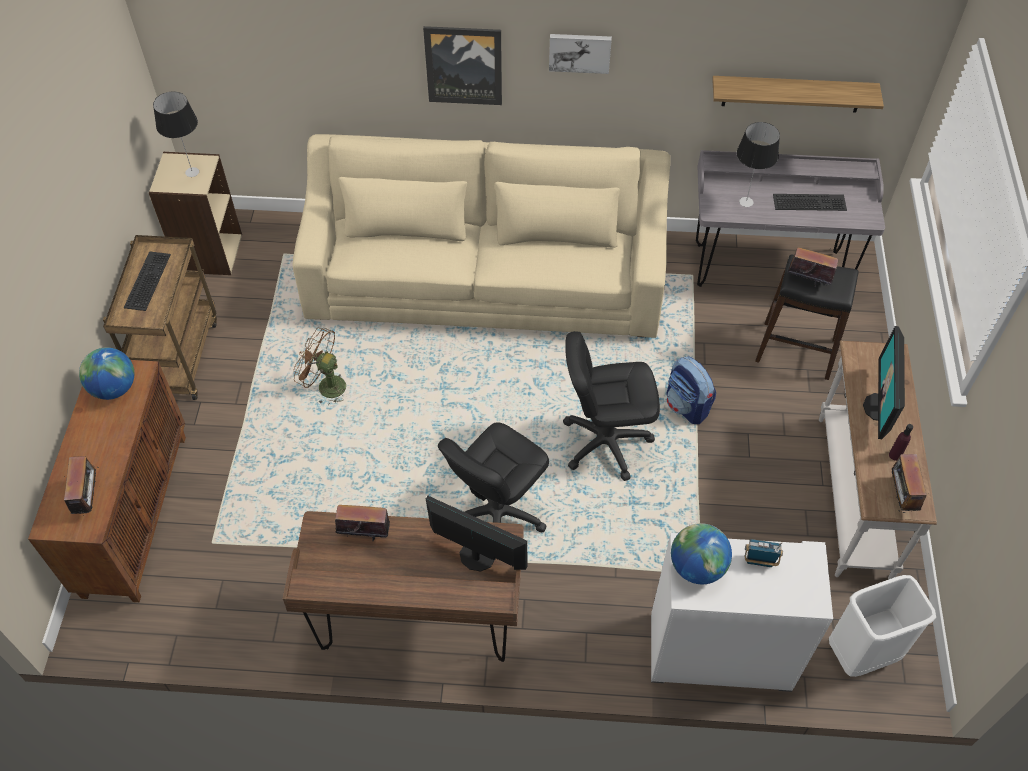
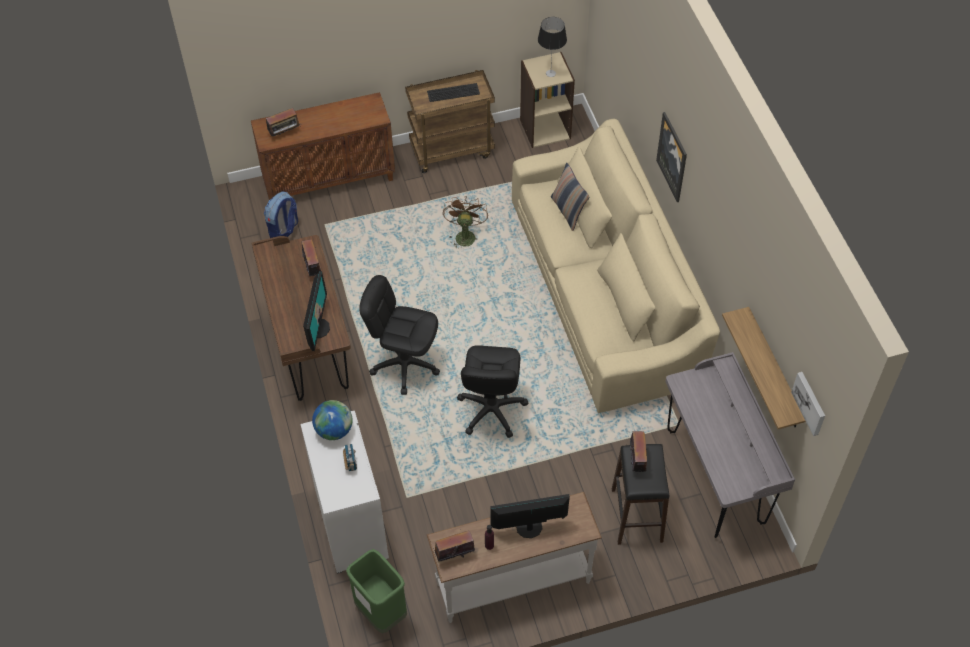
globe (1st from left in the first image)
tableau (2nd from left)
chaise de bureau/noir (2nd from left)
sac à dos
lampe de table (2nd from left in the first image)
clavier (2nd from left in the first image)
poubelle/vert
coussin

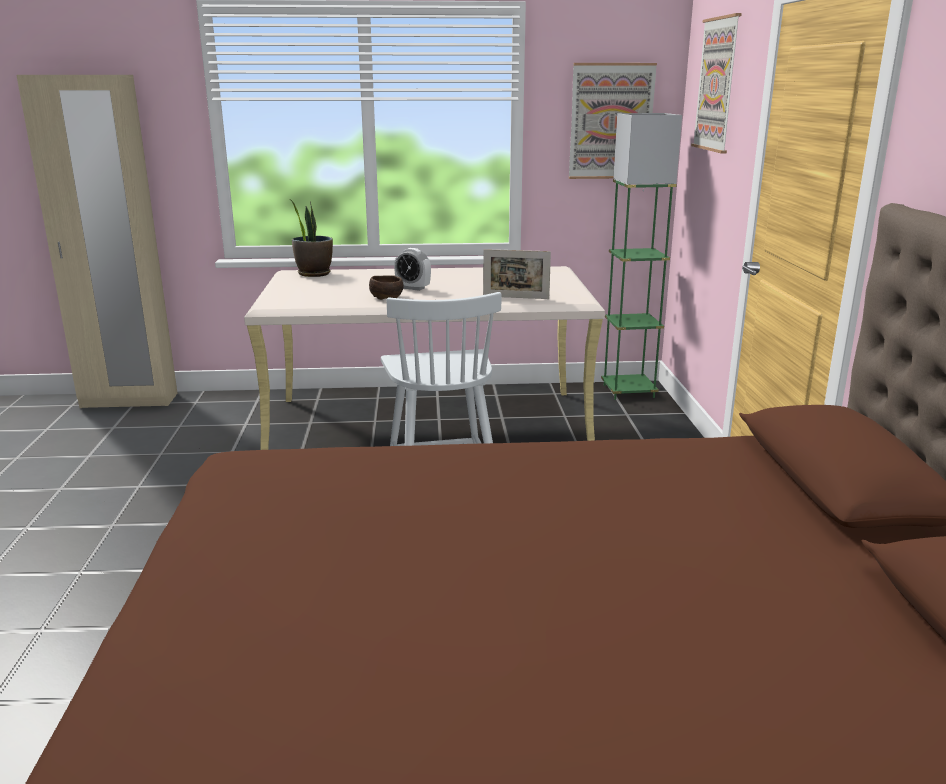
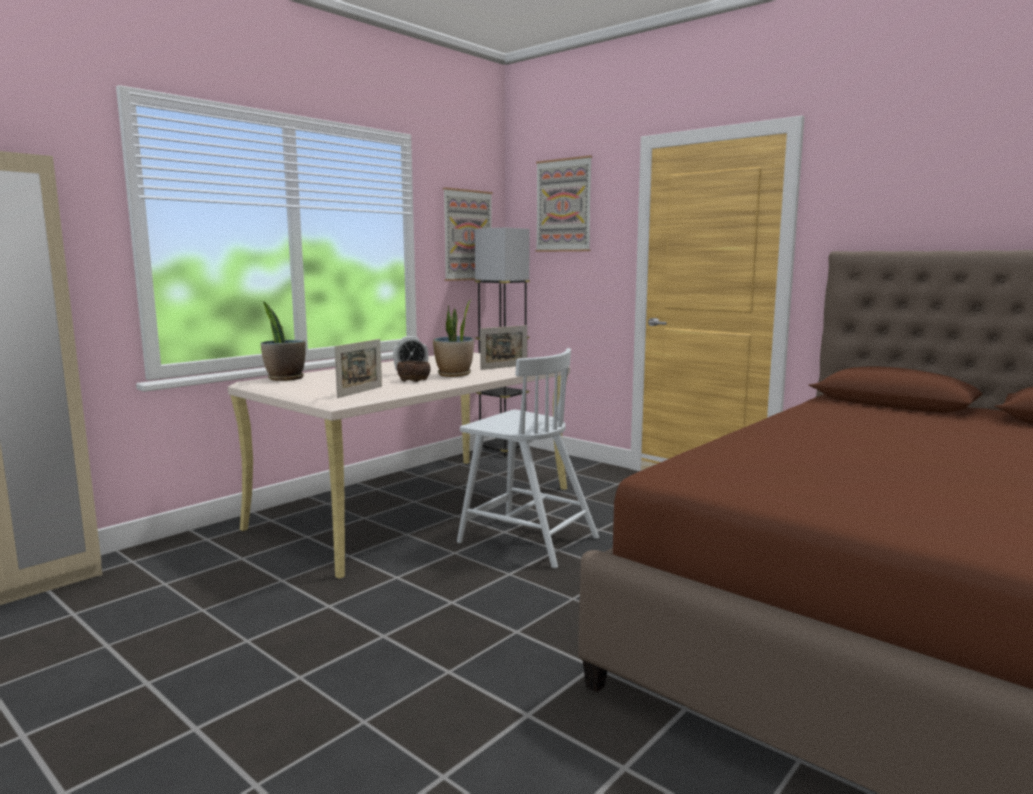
lampadaire/gris
cadre photo (1st from left)
plante en pot (2nd from left)

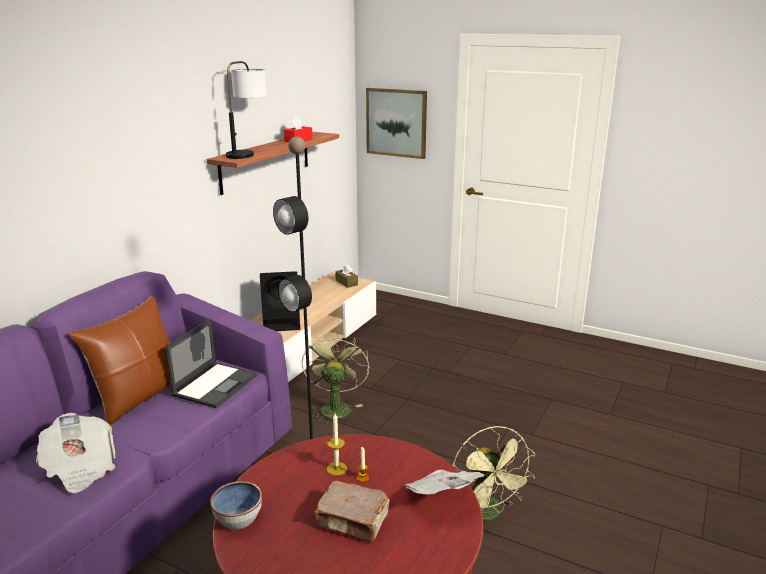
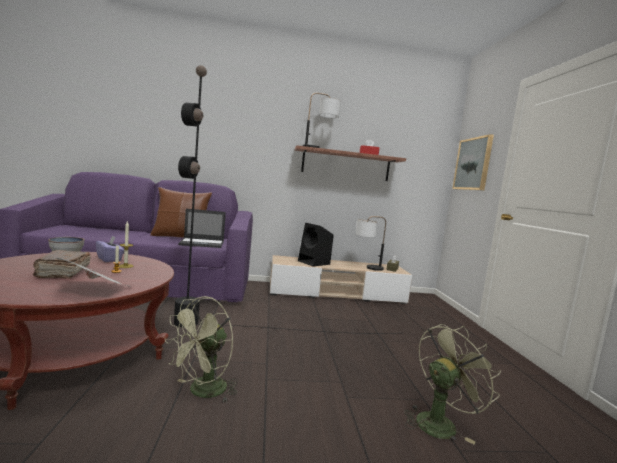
journal (1st from left in the first image)
ventilateur/vert (2nd from left)
boîte à mouchoirs/violet
lampe de table (2nd from left)

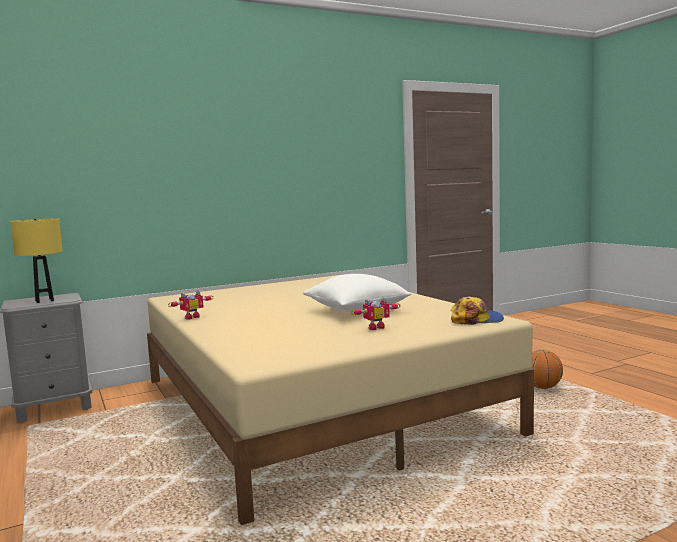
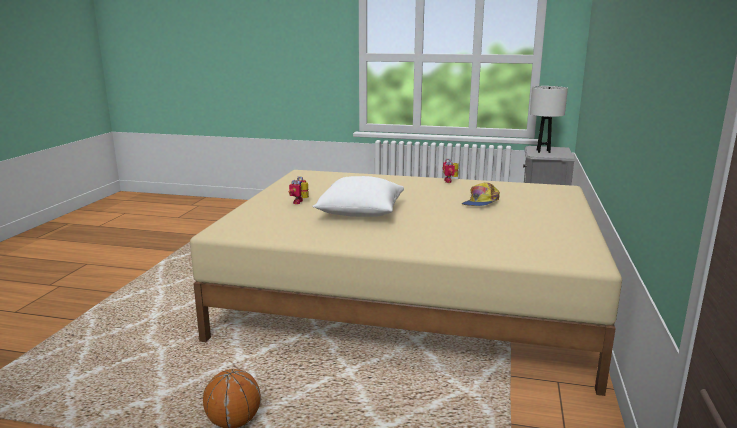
lampe de table/blanc
casquette

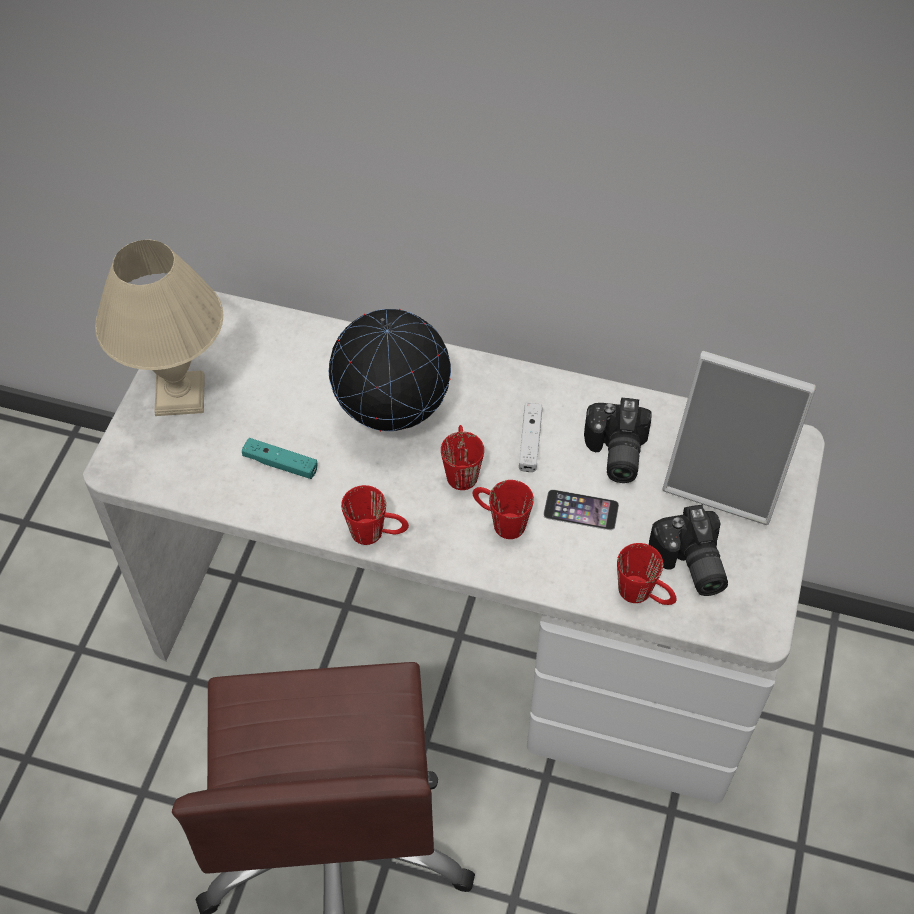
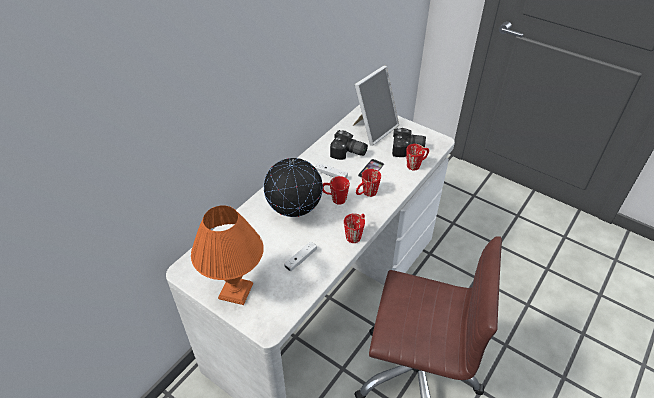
lampe de table/orange
manette/blanc (1st from left)

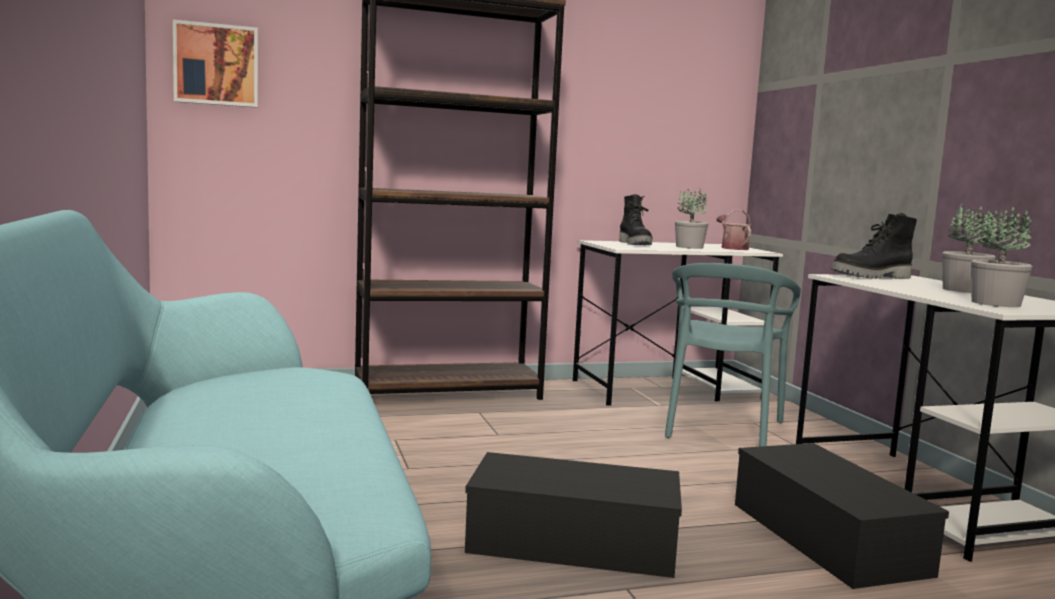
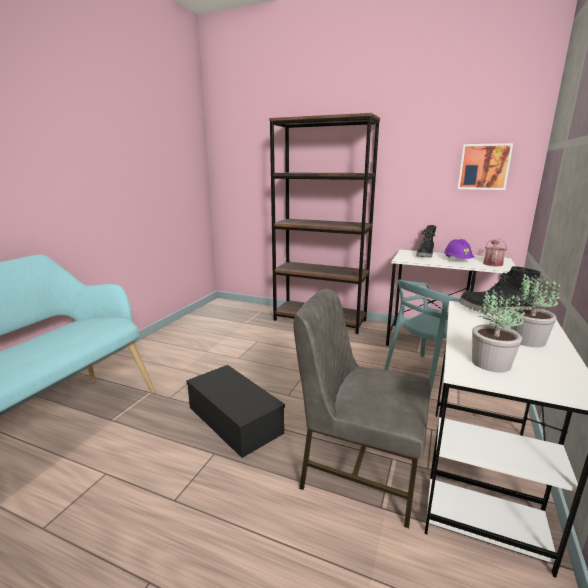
tableau
casque de chantier/violet
chaise/gris

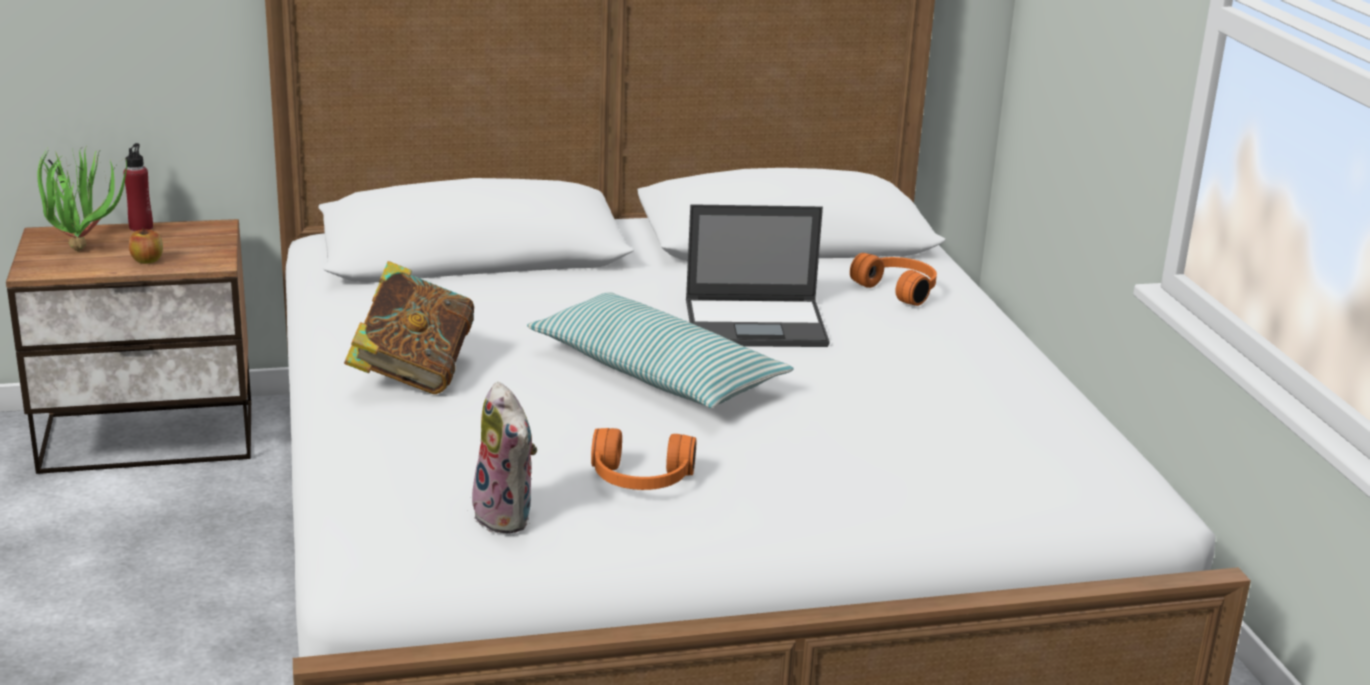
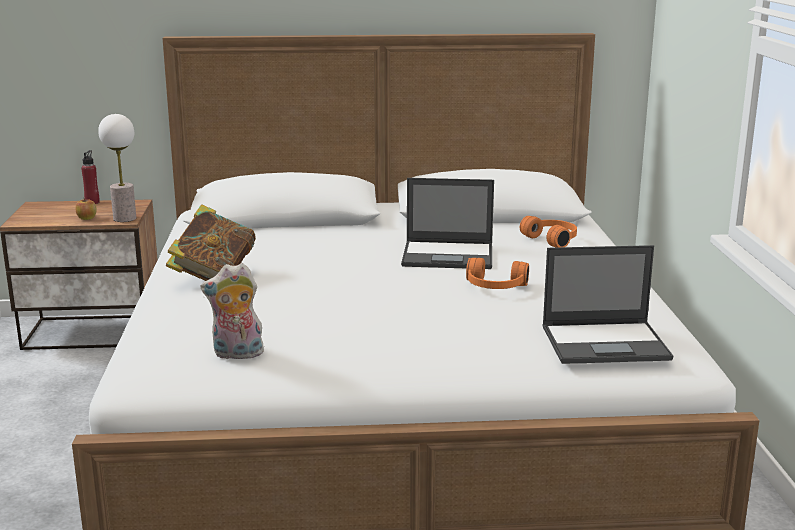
plante en pot
peluche
coussin
casque audio/orange (1st from left)
lampe de table
ordinateur portable (2nd from left)

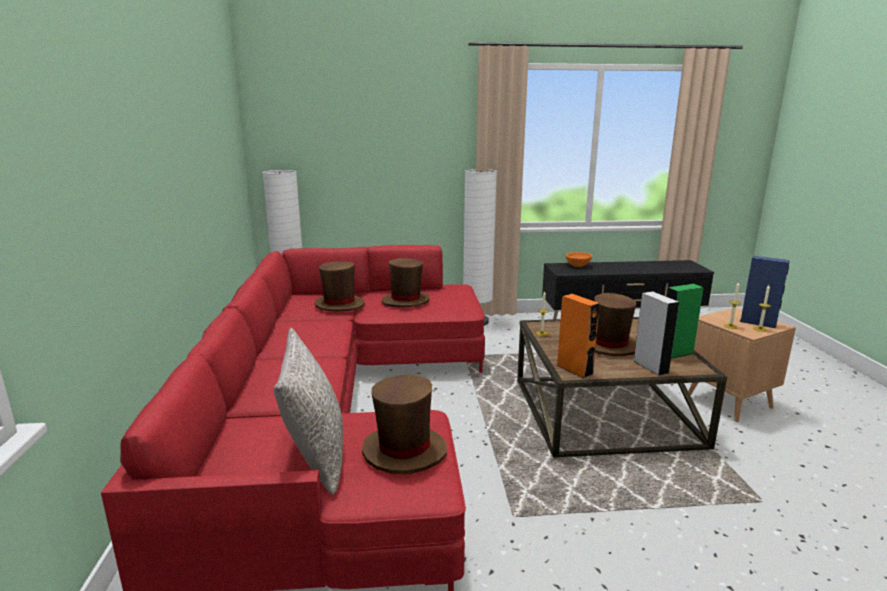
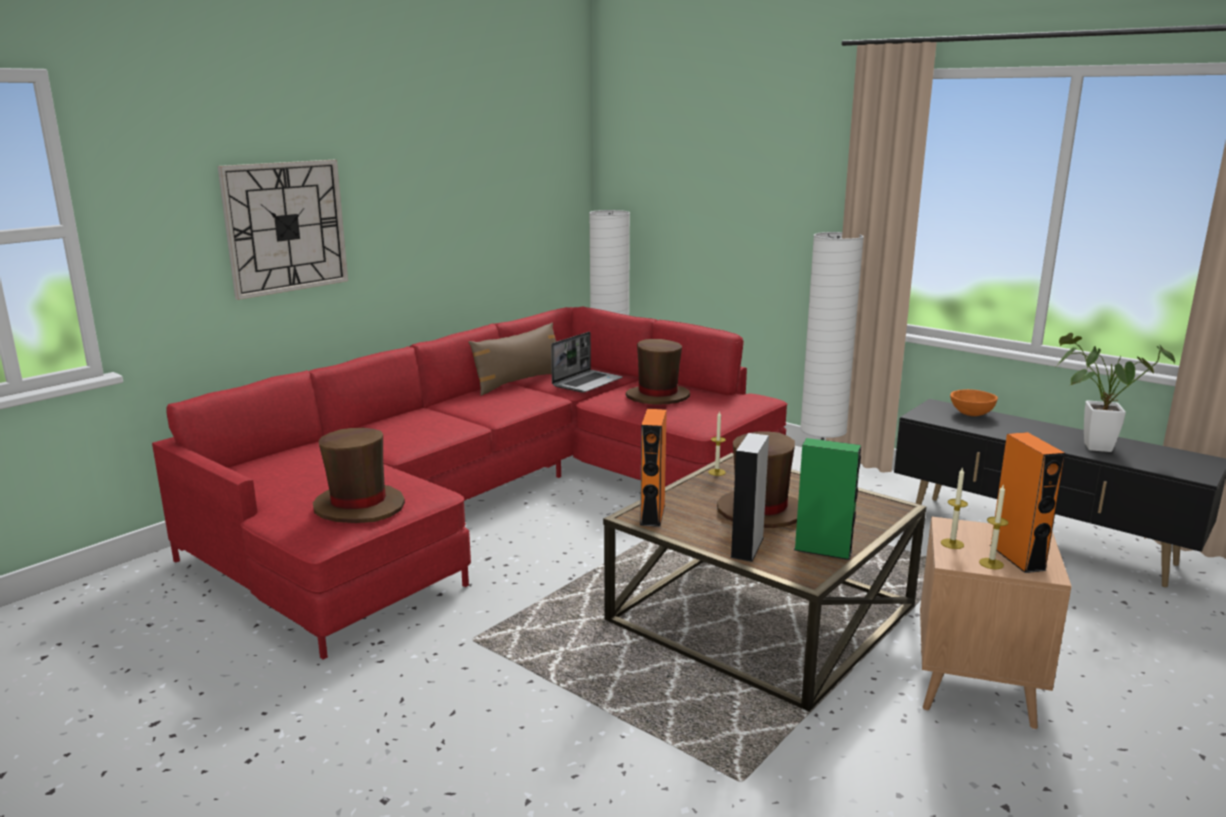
coussin/gris
ordinateur portable
enceinte/orange (2nd from left)
horloge murale
coussin/marron
plante en pot

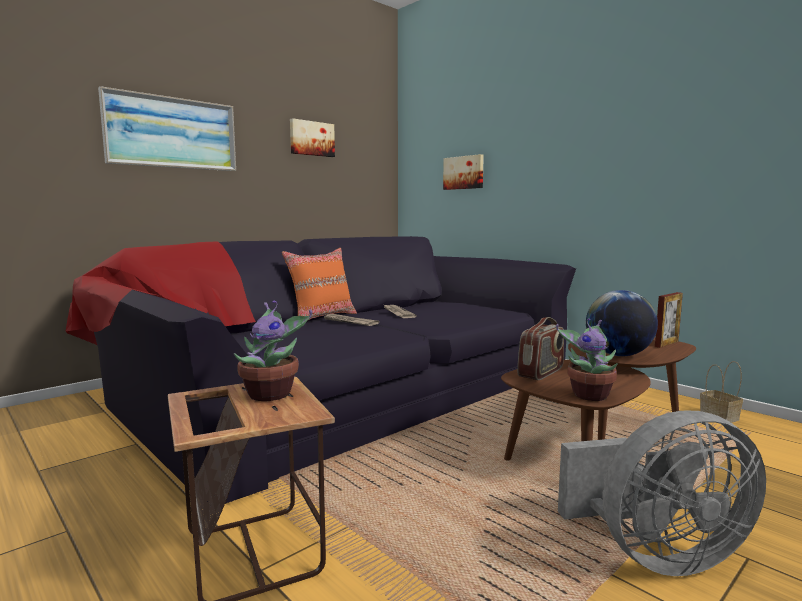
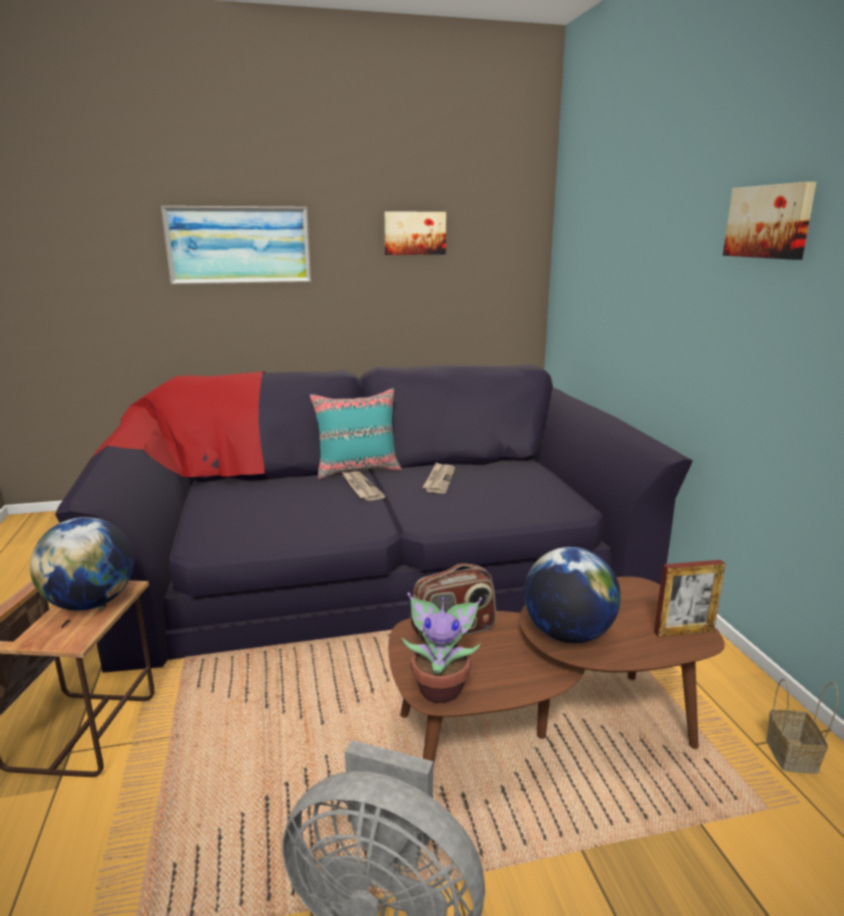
globe (1st from left)
coussin/turquoise
tableau (3rd from left)

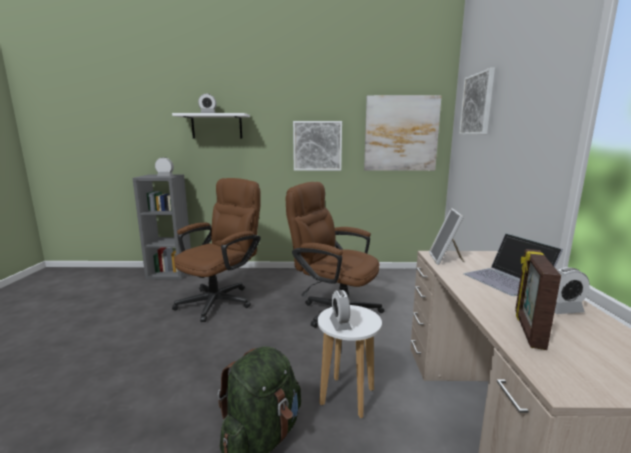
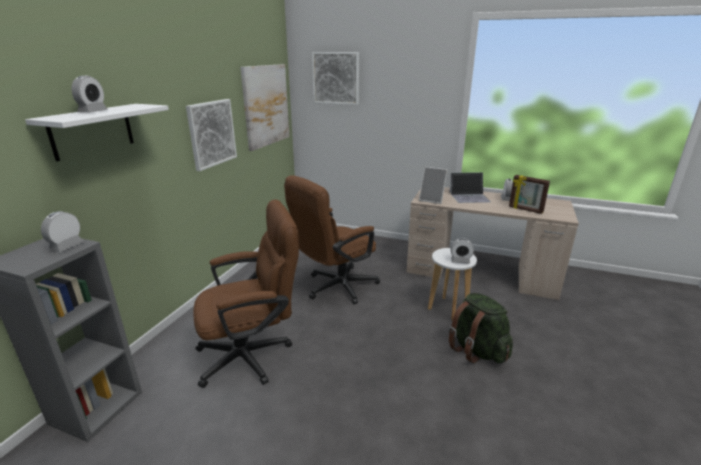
chaise de bureau/marron (1st from left)

